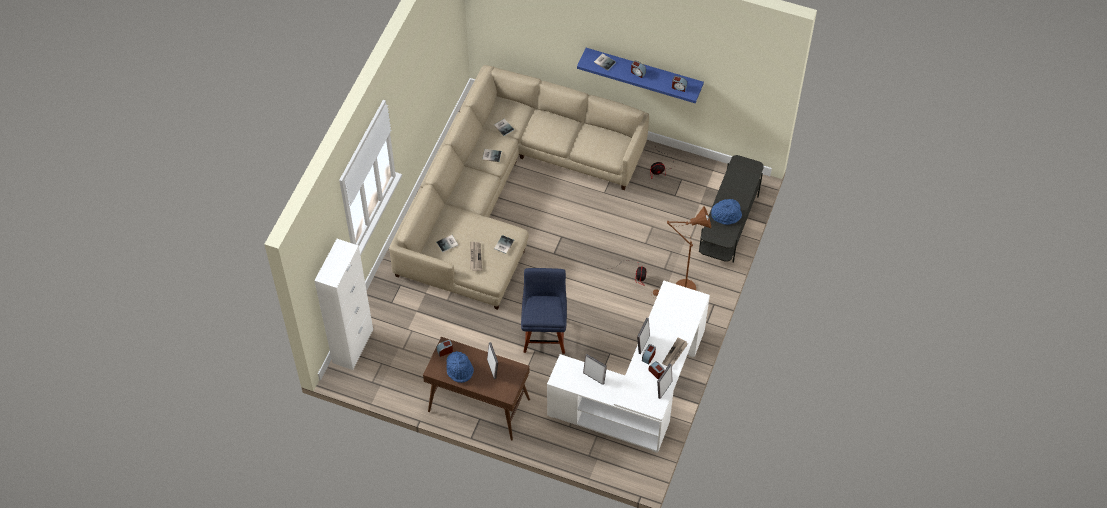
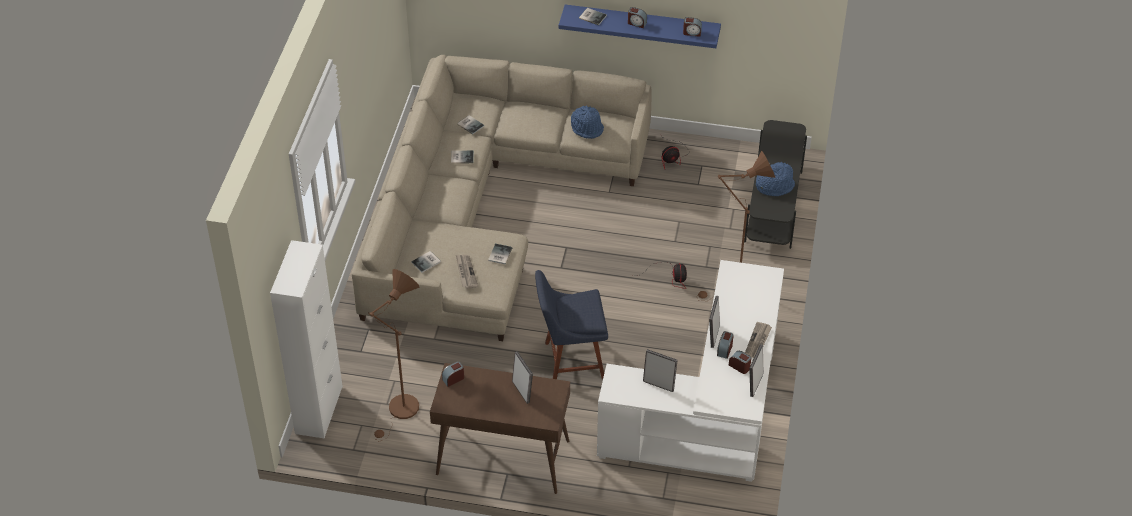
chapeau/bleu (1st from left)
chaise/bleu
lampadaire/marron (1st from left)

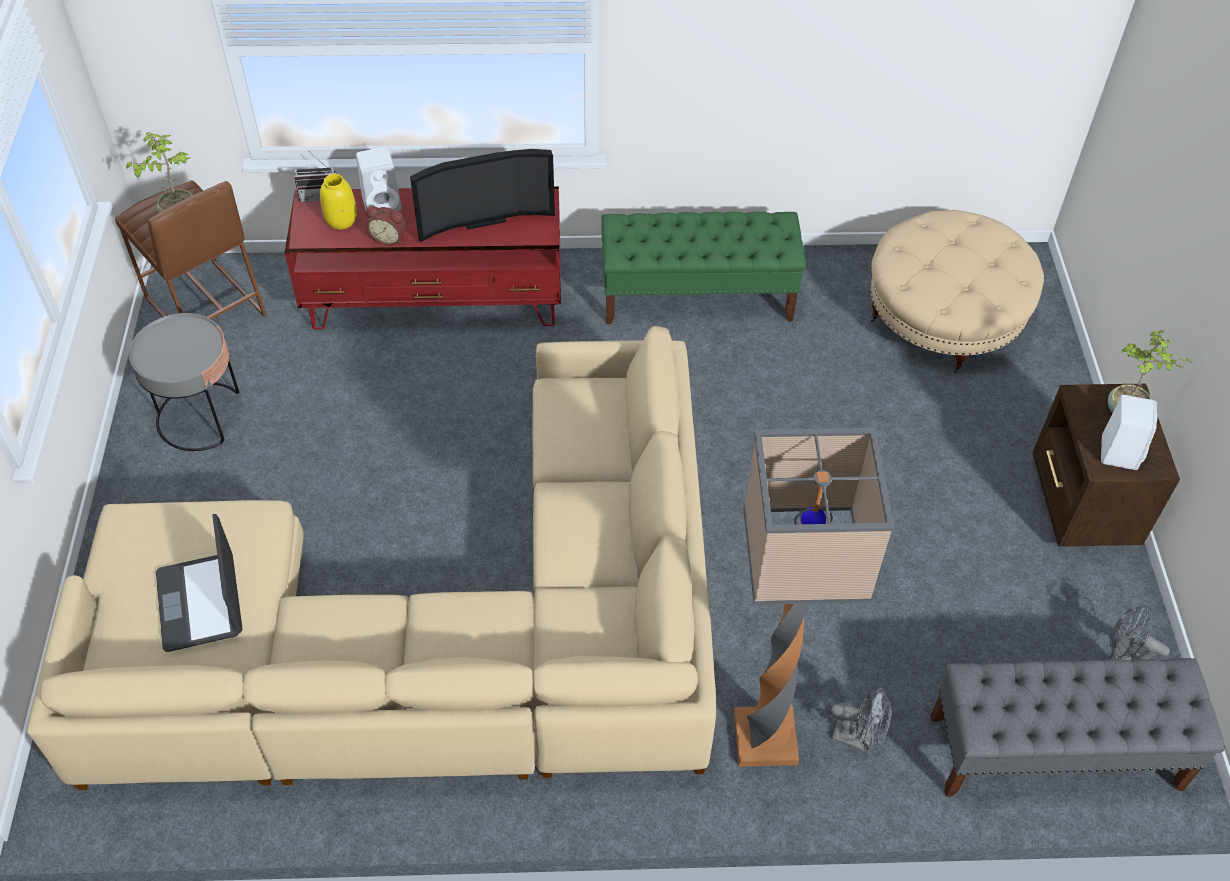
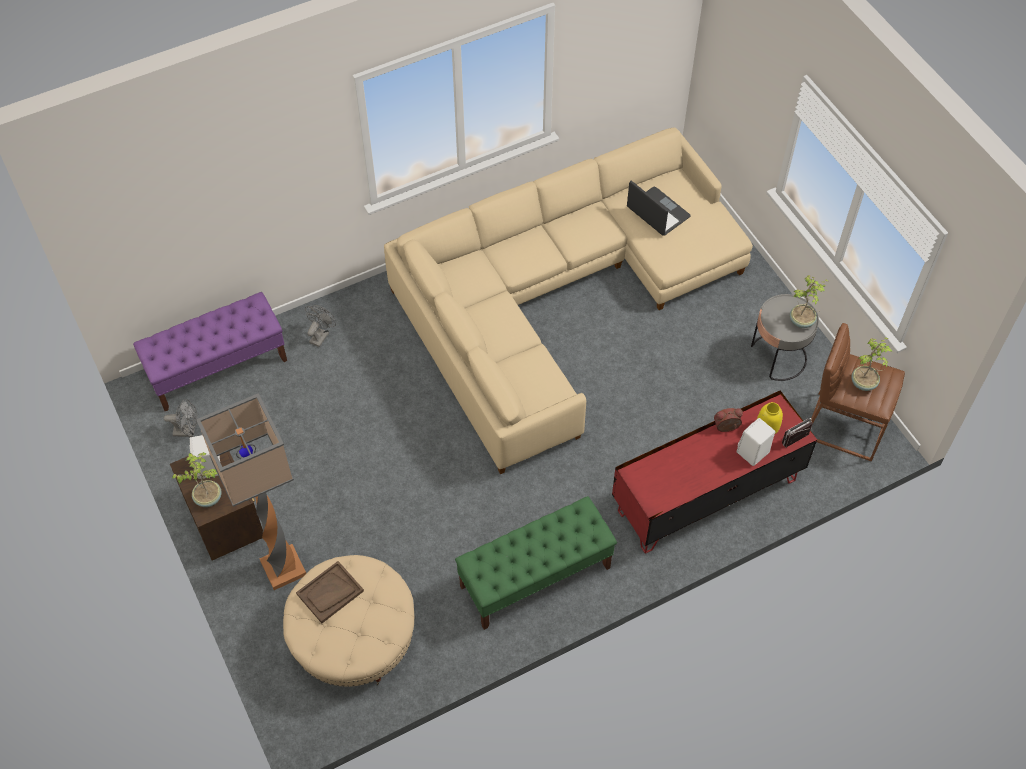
téléviseur
lampadaire
ventilateur/gris (2nd from left)
banc/violet
plateau/marron
plante en pot (2nd from left)

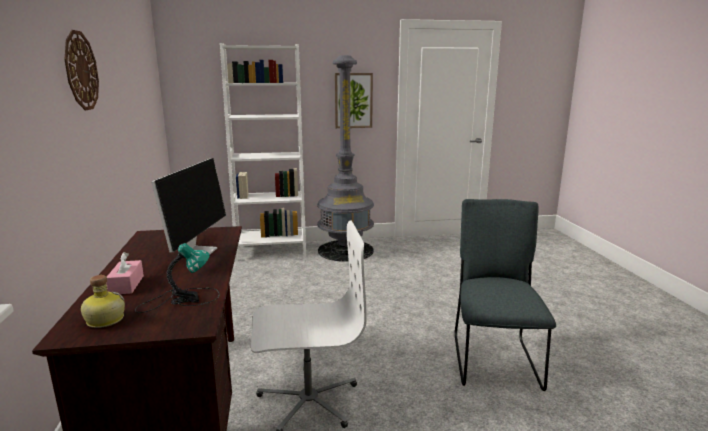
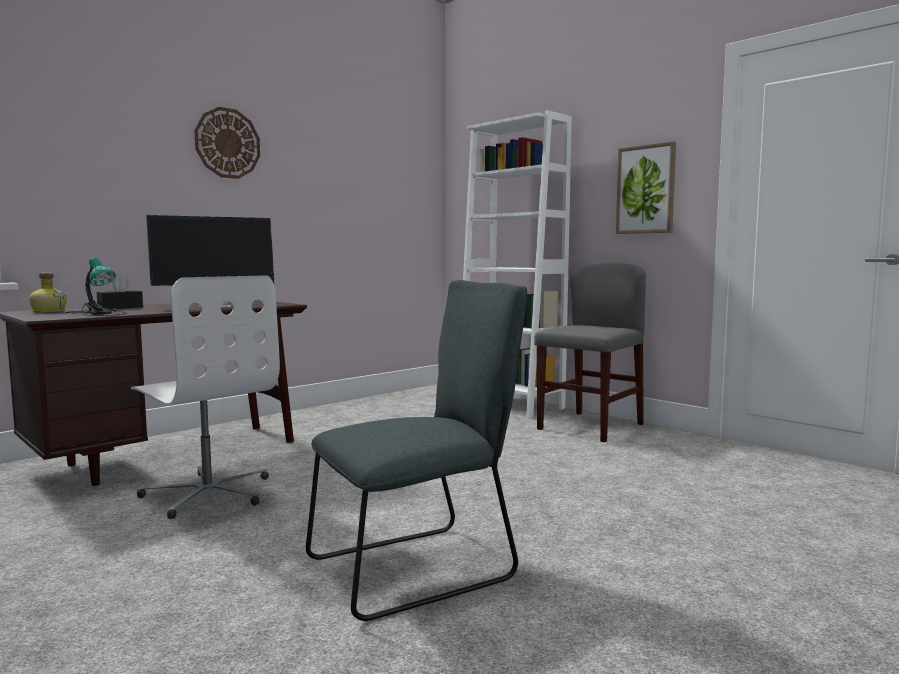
boîte à mouchoirs/noir
chaise/gris (2nd from left)

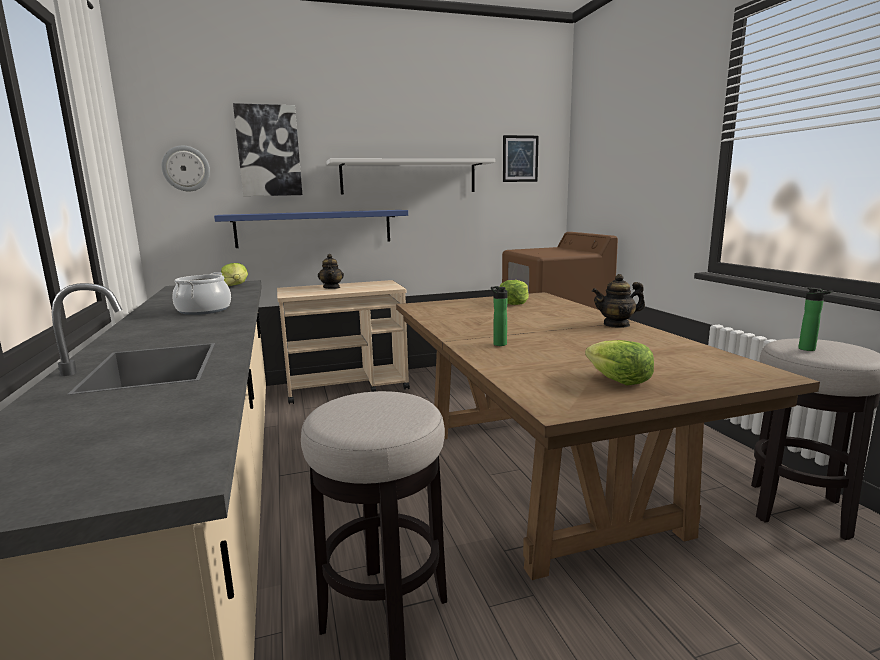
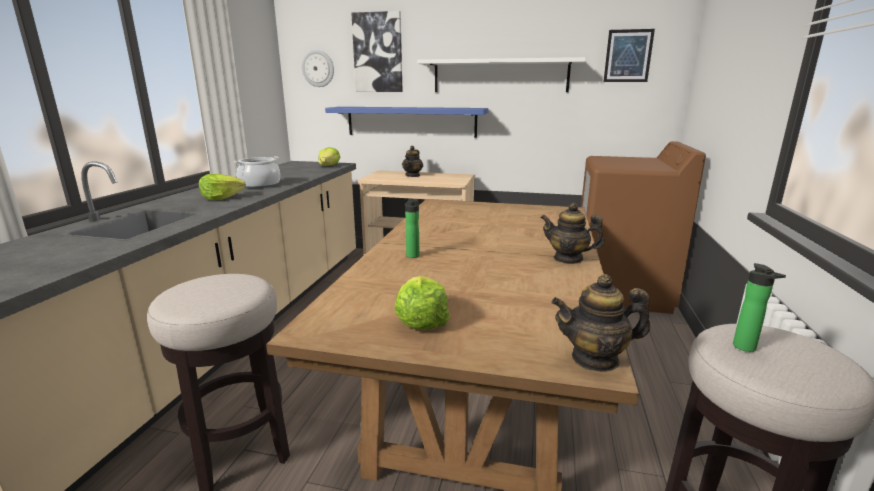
laitue (1st from left)
théière (3rd from left)

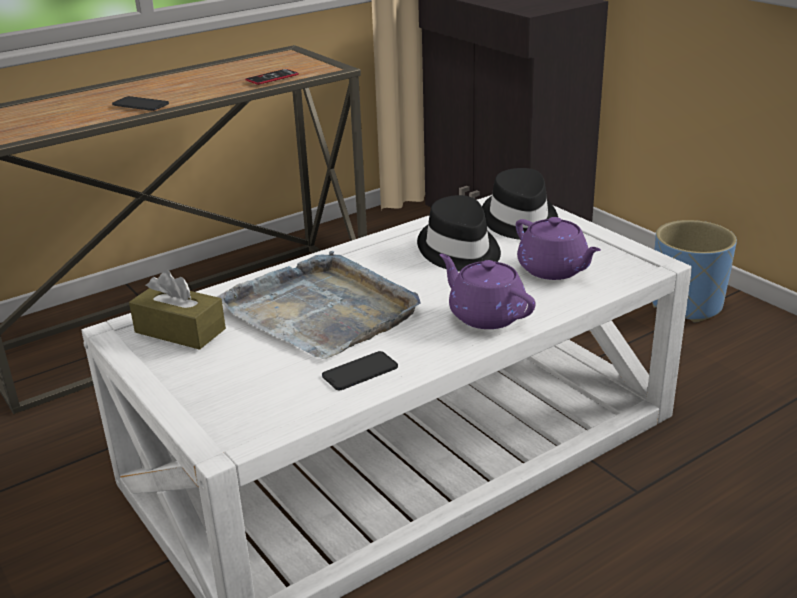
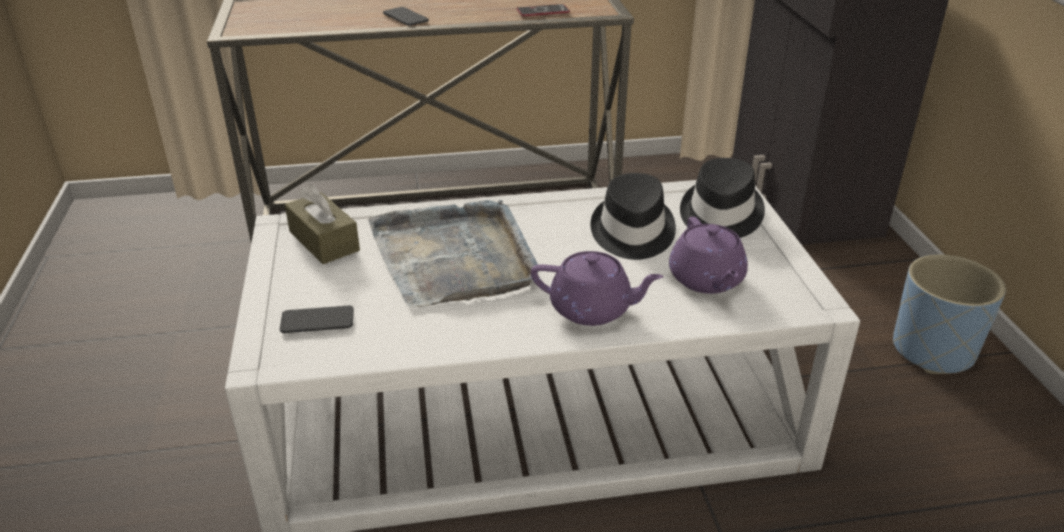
téléphone (1st from left)
théière/violet (1st from left)

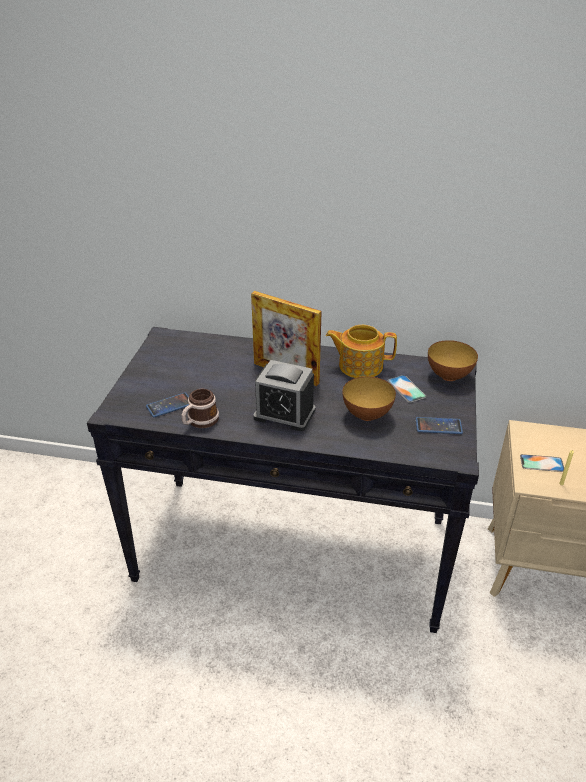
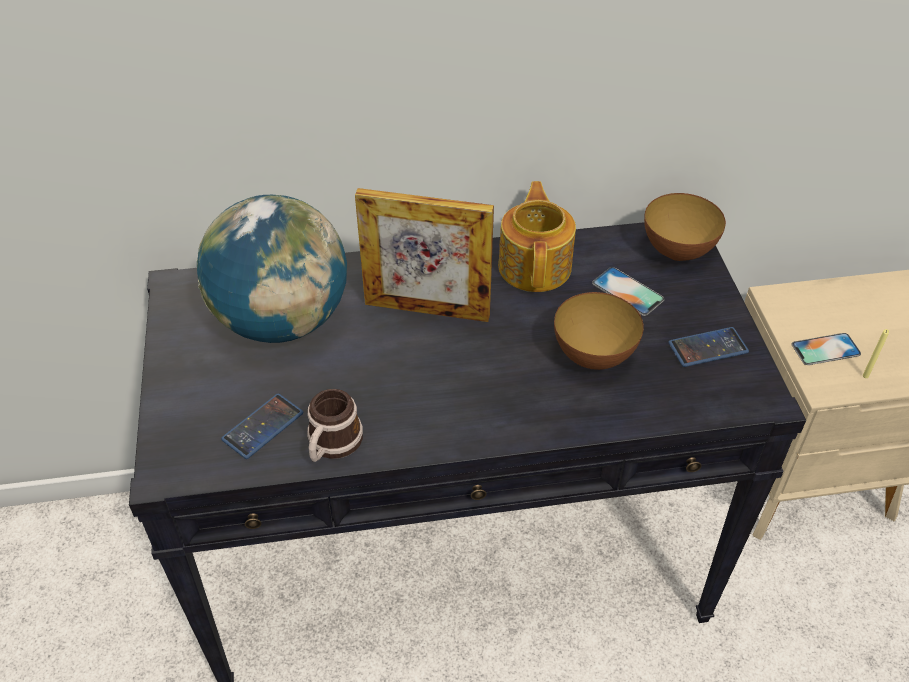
réveil
théière
globe

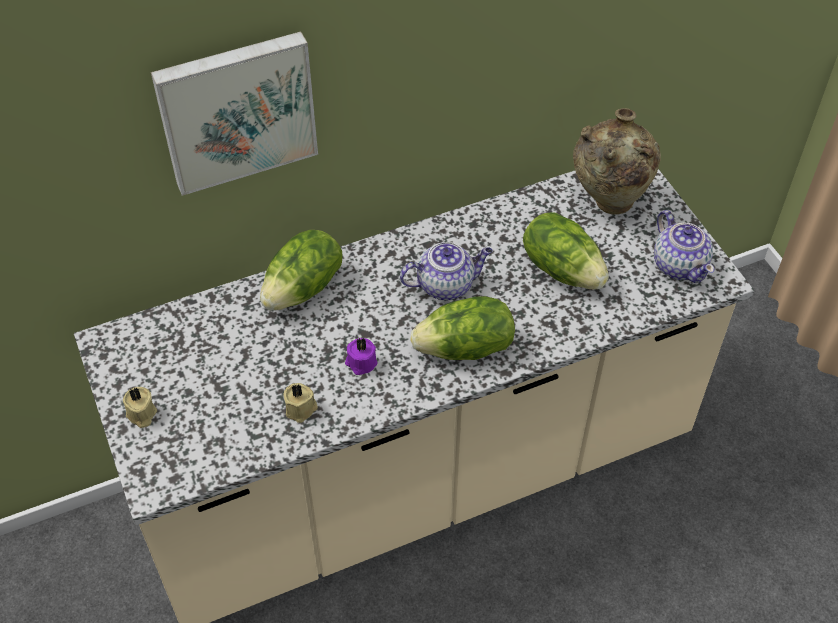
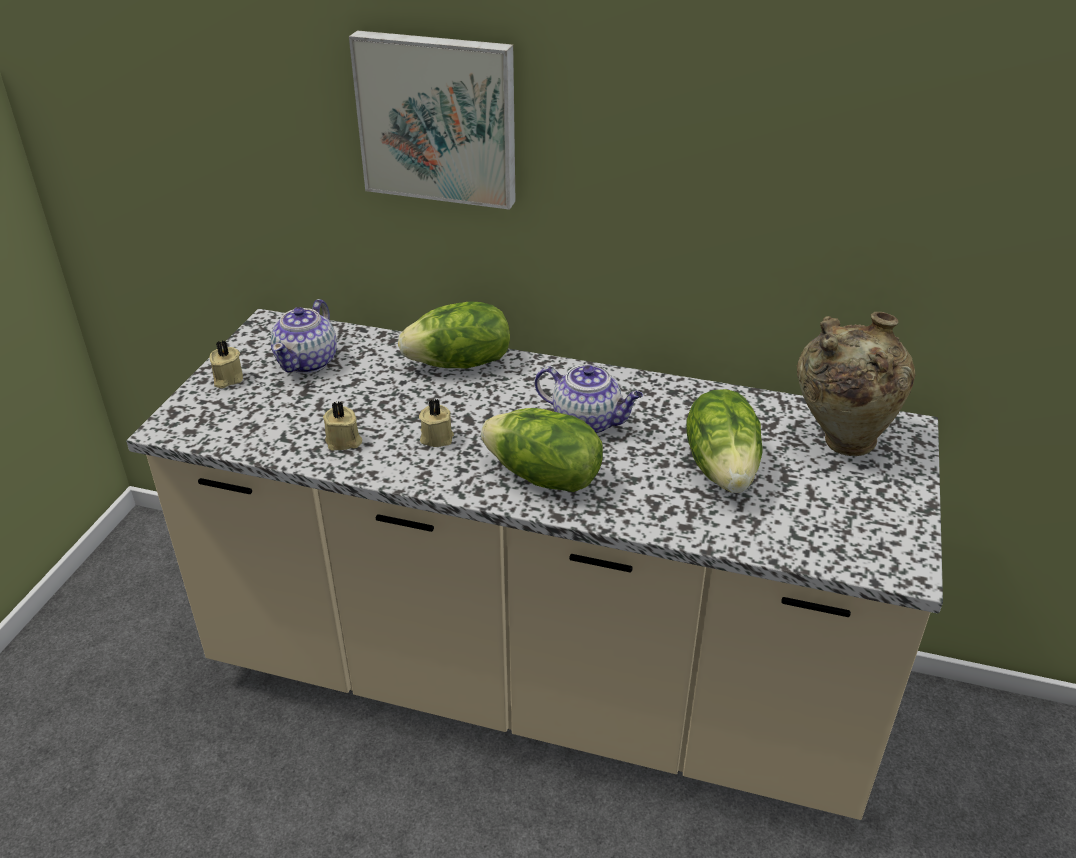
bougie/beige (3rd from left)
théière (1st from left)

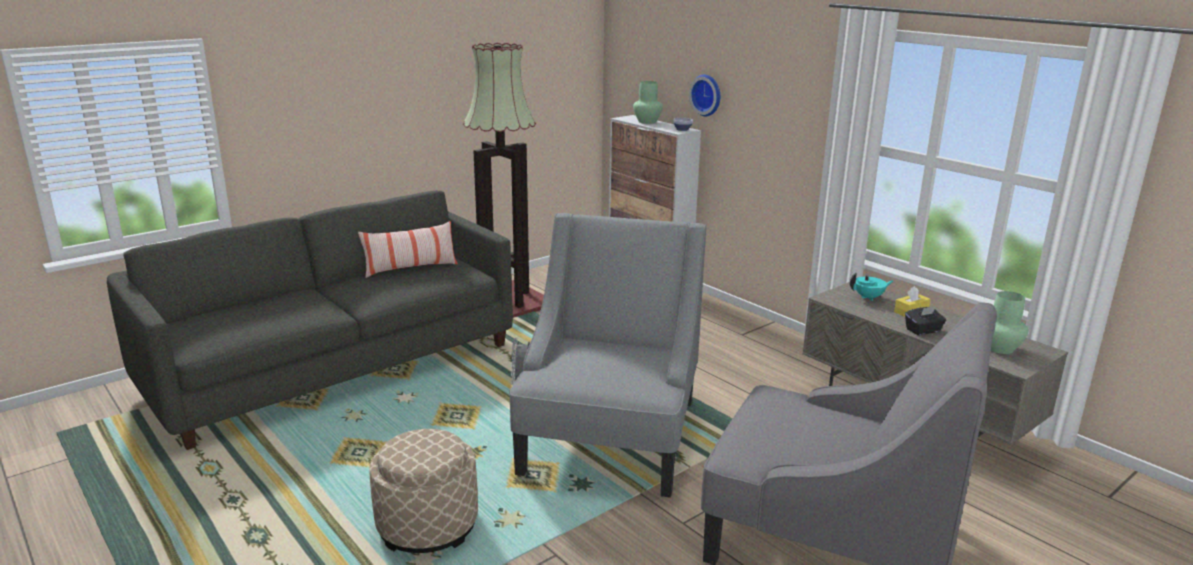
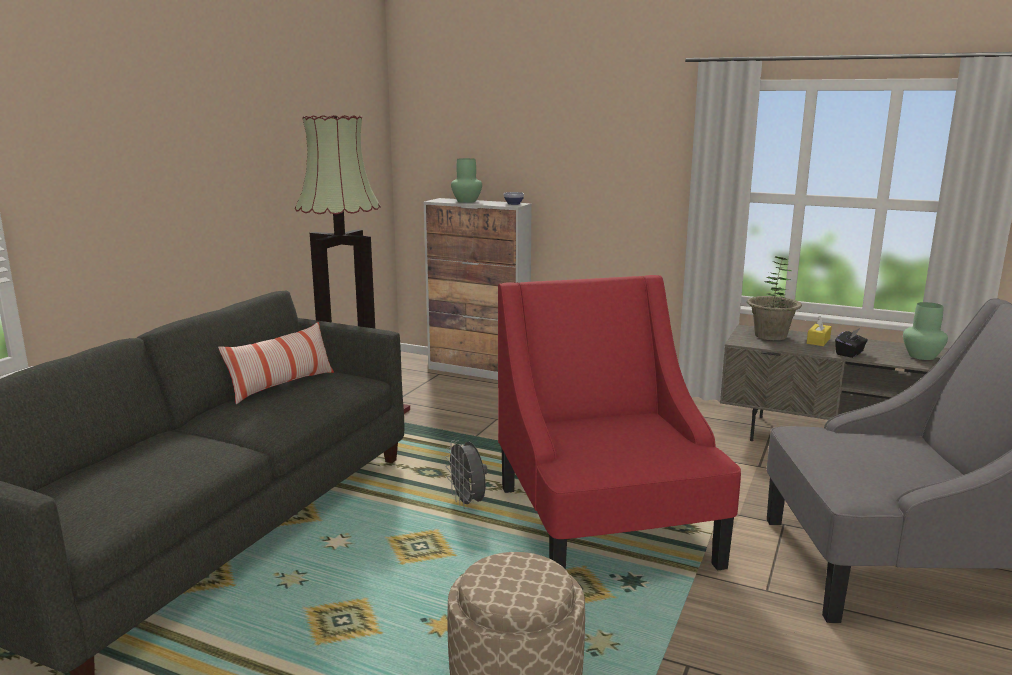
fauteuil/rouge
horloge murale
plante en pot

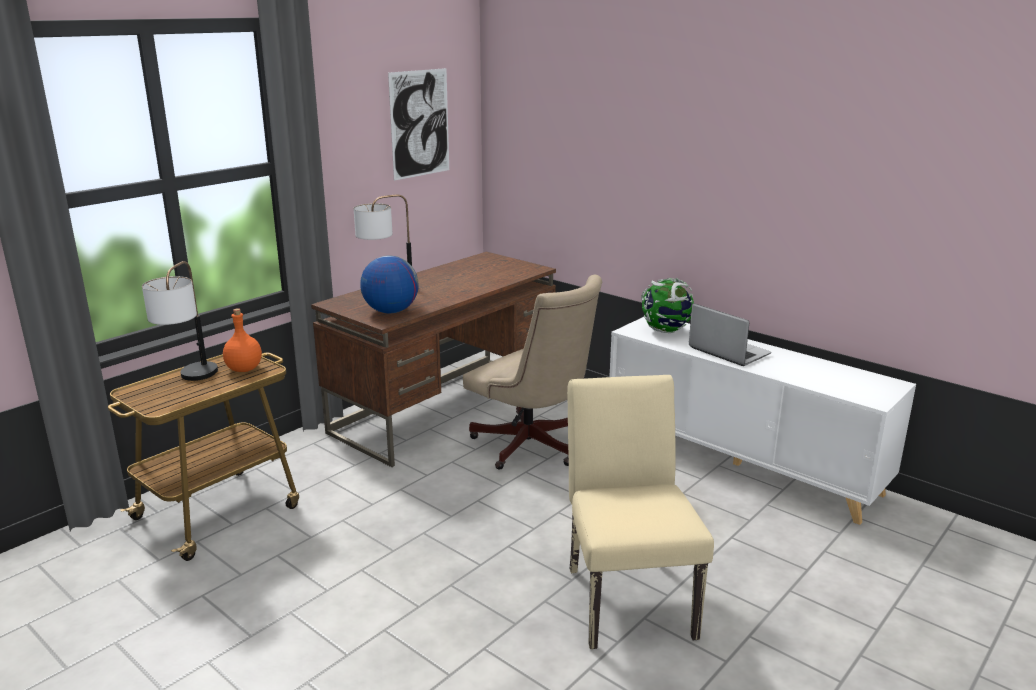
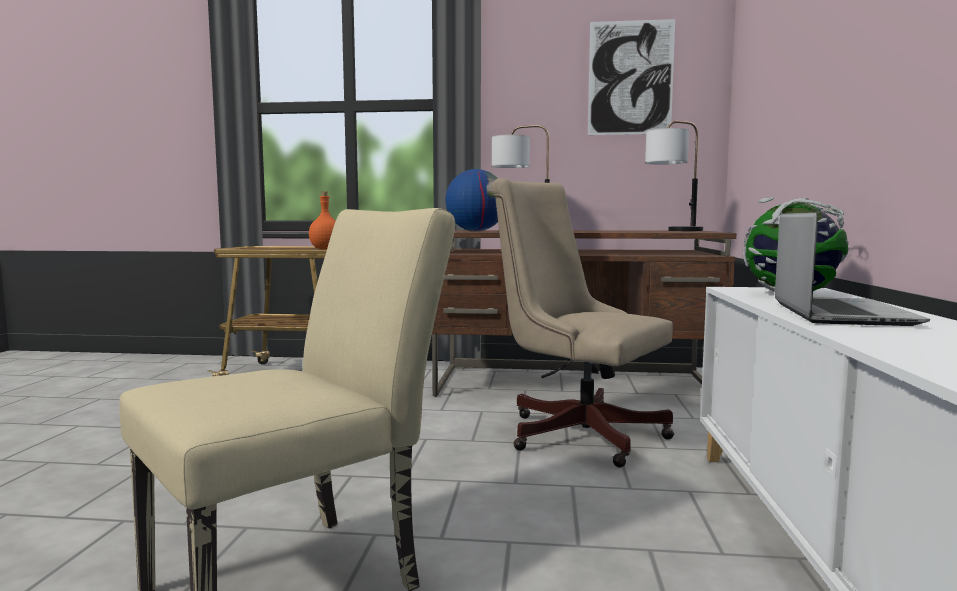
lampe de table (2nd from left)
chaise de bureau/beige

